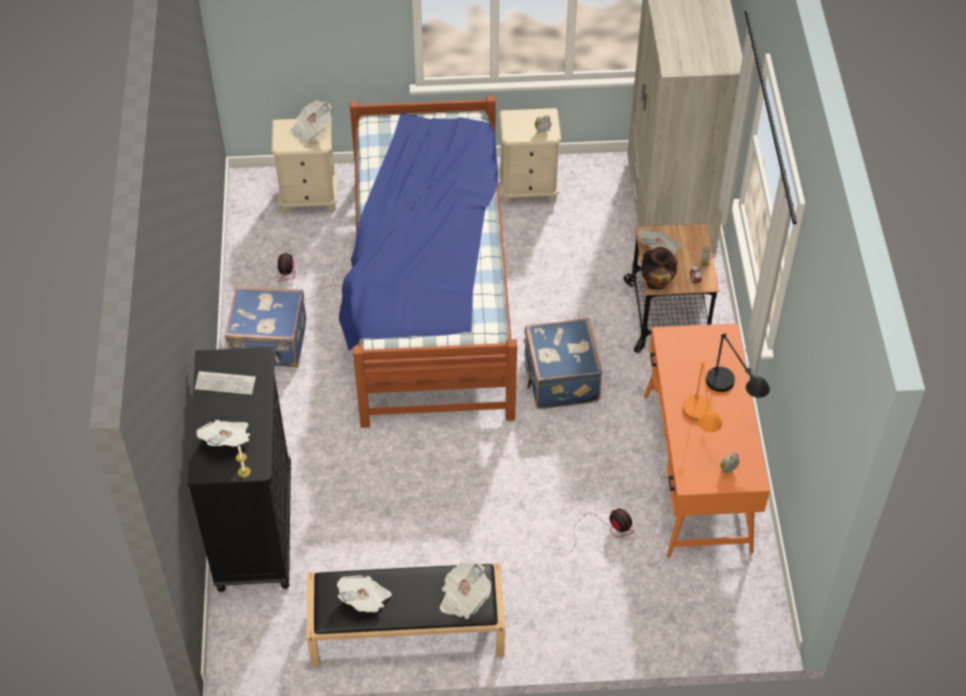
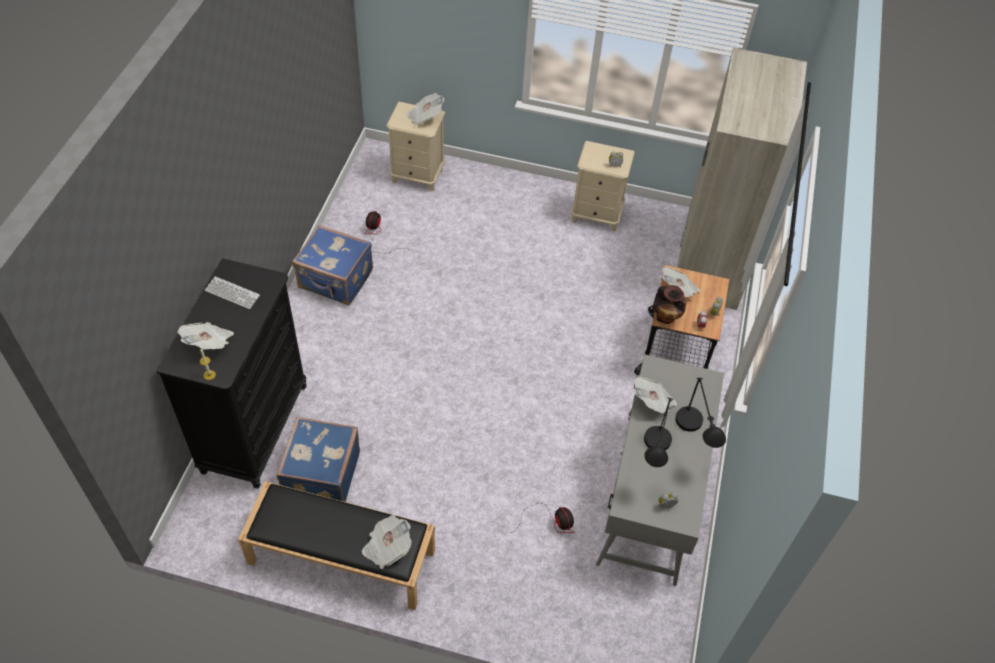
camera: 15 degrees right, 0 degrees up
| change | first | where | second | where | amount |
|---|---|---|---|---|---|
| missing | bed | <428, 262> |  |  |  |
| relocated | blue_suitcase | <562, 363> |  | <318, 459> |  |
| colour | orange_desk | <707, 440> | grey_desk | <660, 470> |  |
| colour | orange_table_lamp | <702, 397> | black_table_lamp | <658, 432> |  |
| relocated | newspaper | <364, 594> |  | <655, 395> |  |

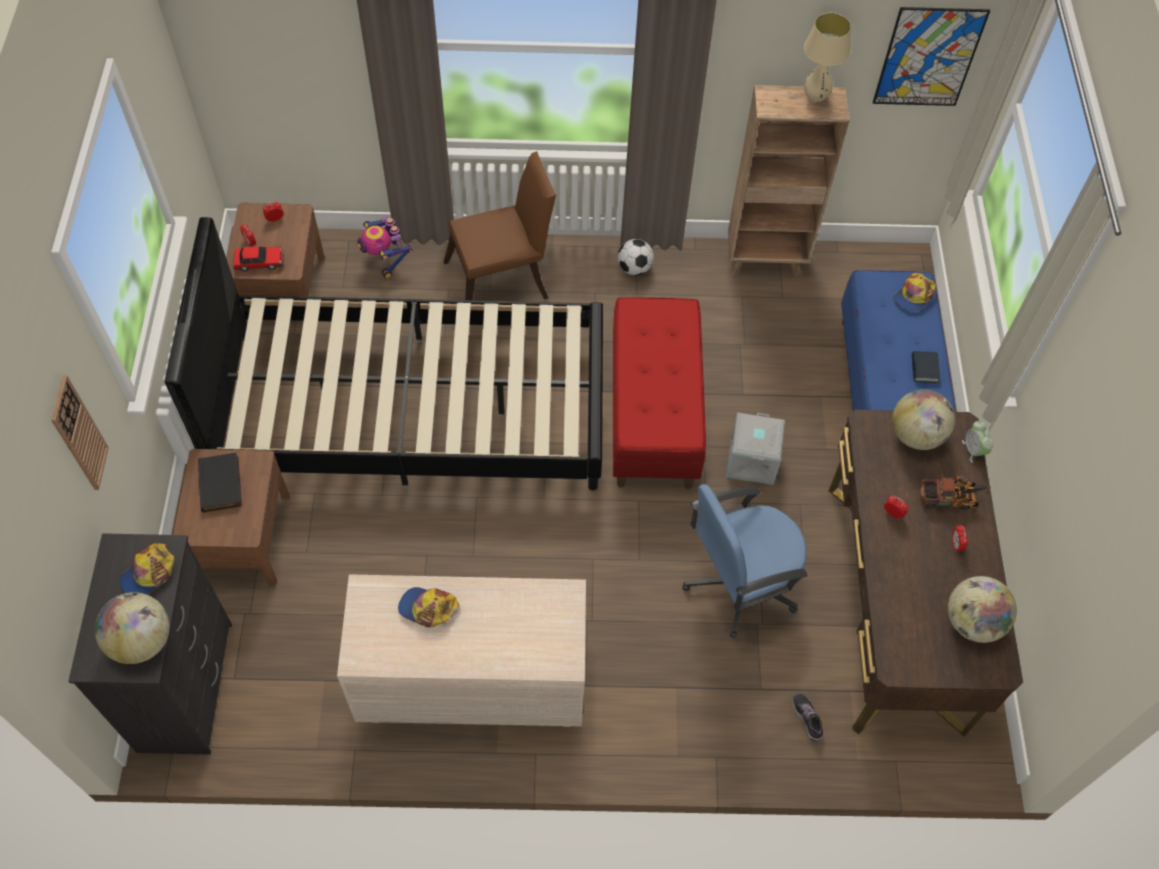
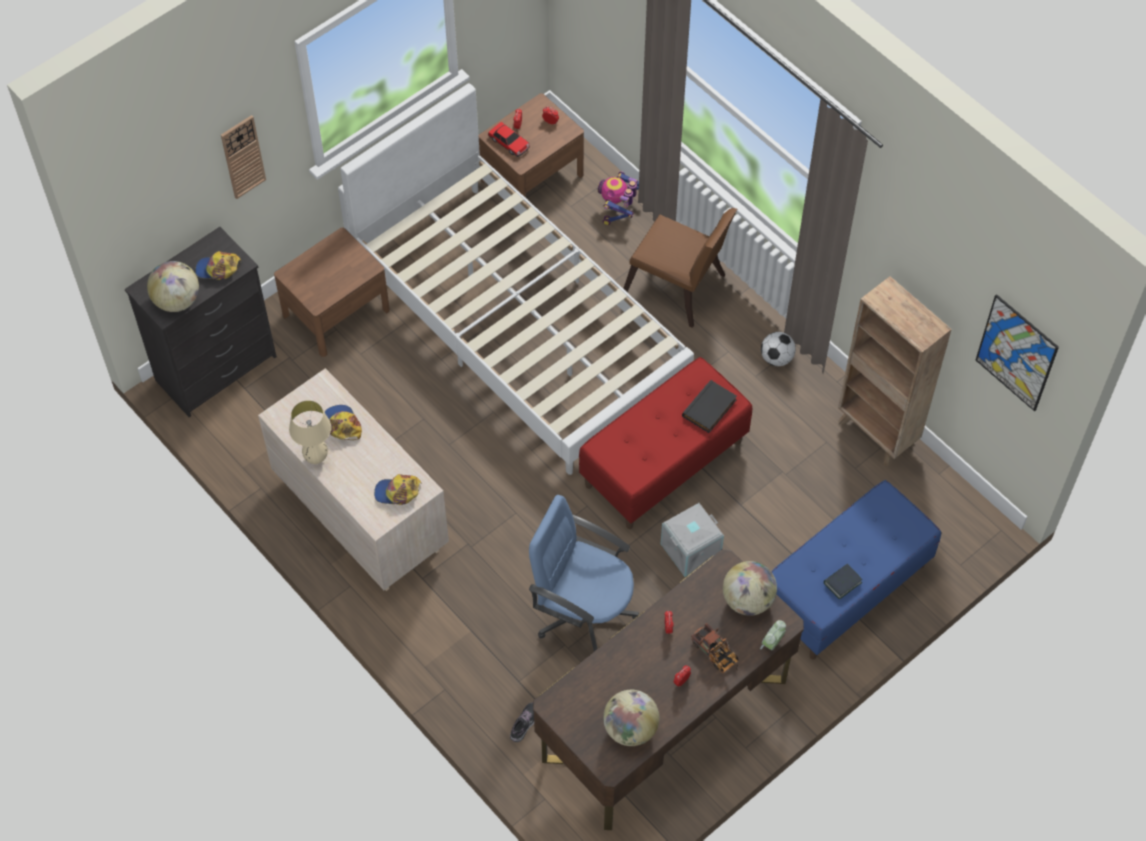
camera: 50 degrees right, 0 degrees up
| change | first | where | second | where | amount |
|---|---|---|---|---|---|
| relocated | beige_table_lamp | <827, 58> |  | <310, 432> |  |
| colour | black_bed | <384, 353> | white_bed | <517, 279> |  |
| relocated | cap | <914, 292> |  | <398, 489> |  |
| relocated | black_book | <220, 482> |  | <709, 406> |  |

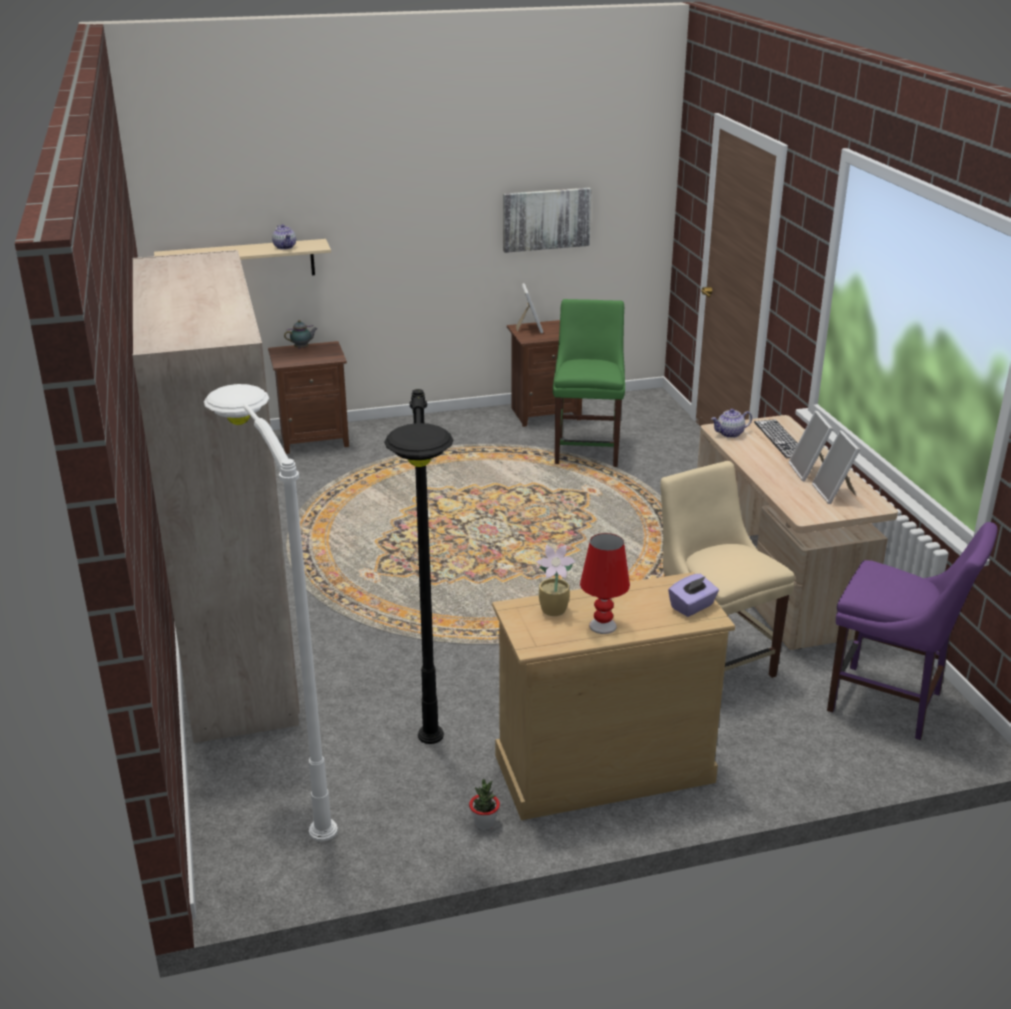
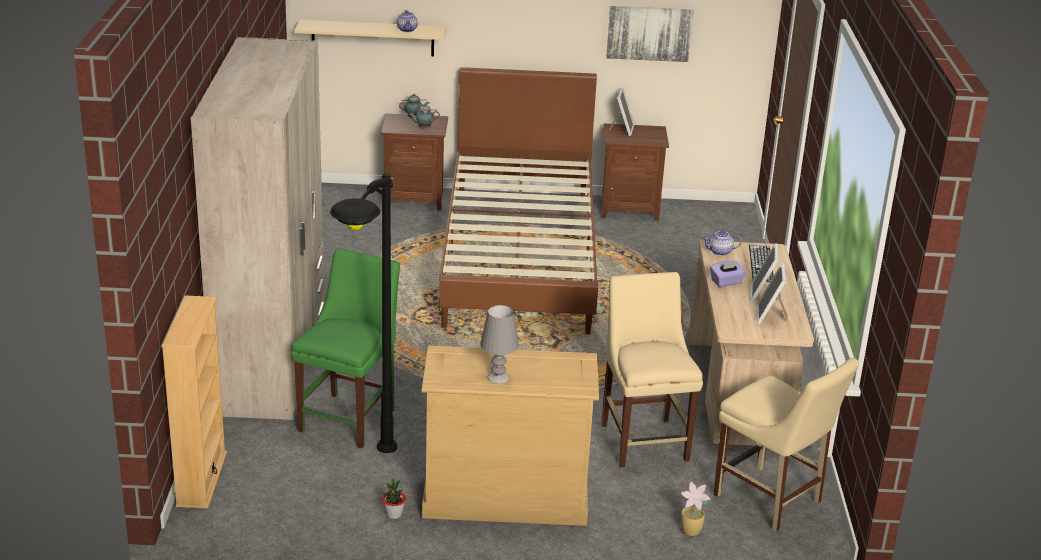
camera: 15 degrees right, 0 degrees up
| change | first | where | second | where | amount |
|---|---|---|---|---|---|
| relocated | green_chair | <589, 383> |  | <345, 348> |  |
| missing | white_floor_lamp | <271, 612> |  |  |  |
| colour | purple_chair | <912, 631> | beige_chair | <786, 445> |  |
| colour | red_table_lamp | <605, 583> | grey_table_lamp | <499, 344> |  |
| relocated | potted_plant | <556, 580> |  | <696, 509> |  |
| relocated | purple_tissue_box | <693, 595> |  | <728, 274> |  |
| appeared |  |  | brown_bed | <518, 200> |  |
| appeared |  |  | teapot | <424, 116> |  |
| appeared |  |  | beige_bookcase | <194, 401> |  |

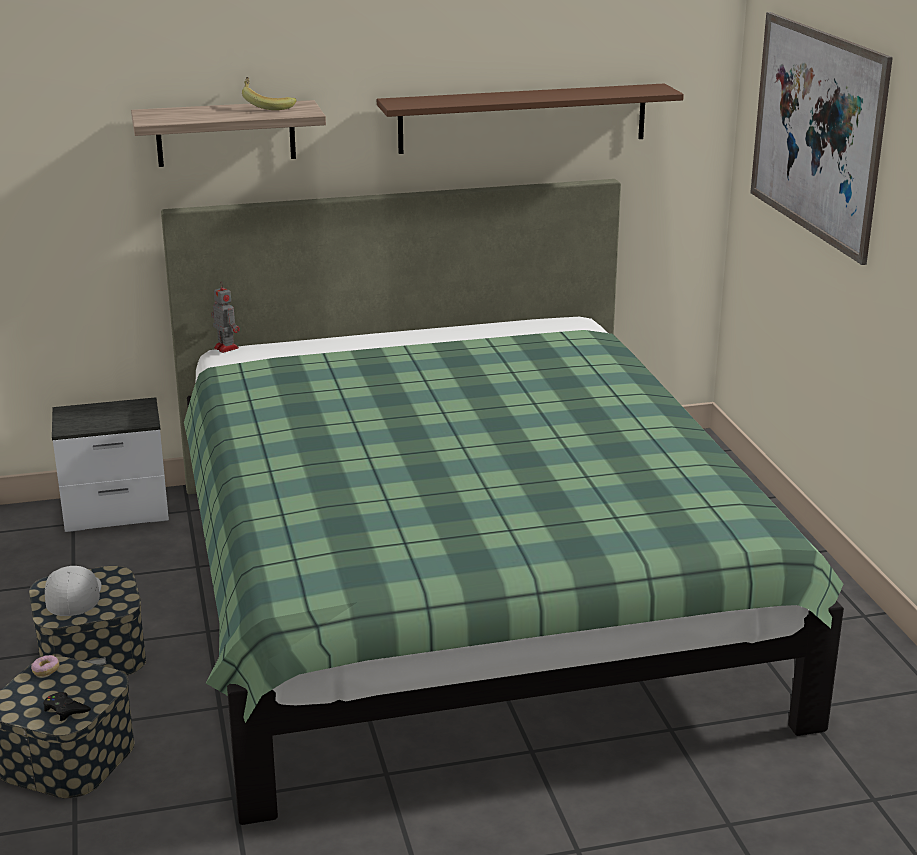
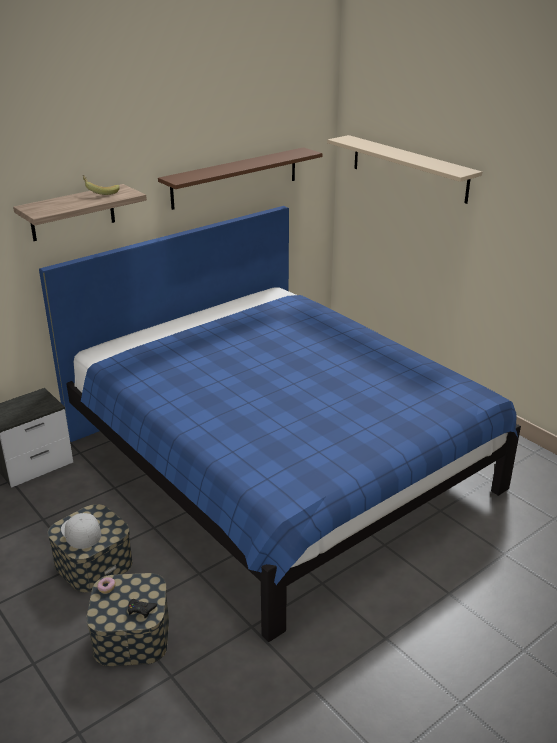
camera: 25 degrees left, 5 degrees up
| change | first | where | second | where | amount |
|---|---|---|---|---|---|
| exchanged | picture | <821, 138> | beige_shelf | <404, 169> |  |
| colour | green_bed | <502, 502> | blue_bed | <280, 424> |  |
| missing | toy_robot | <225, 317> |  |  |  |

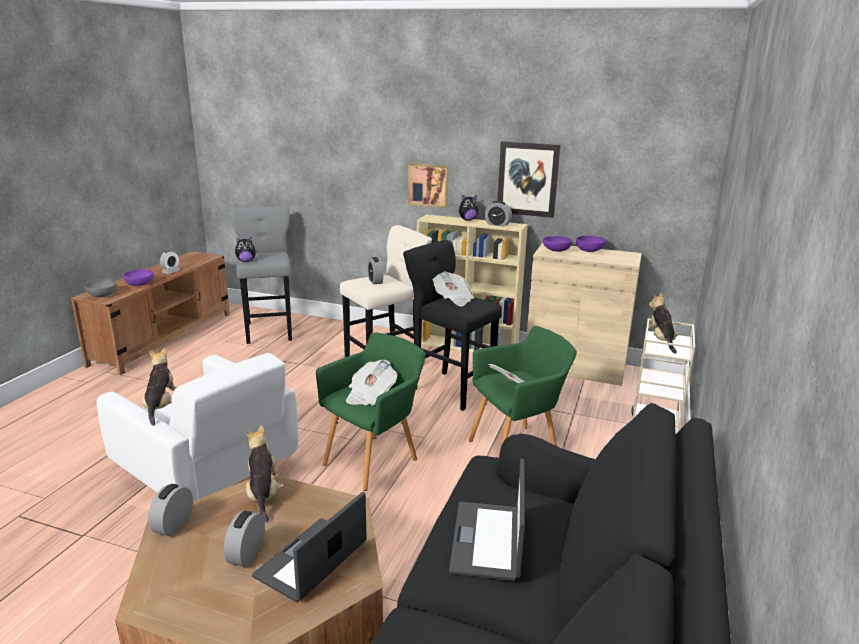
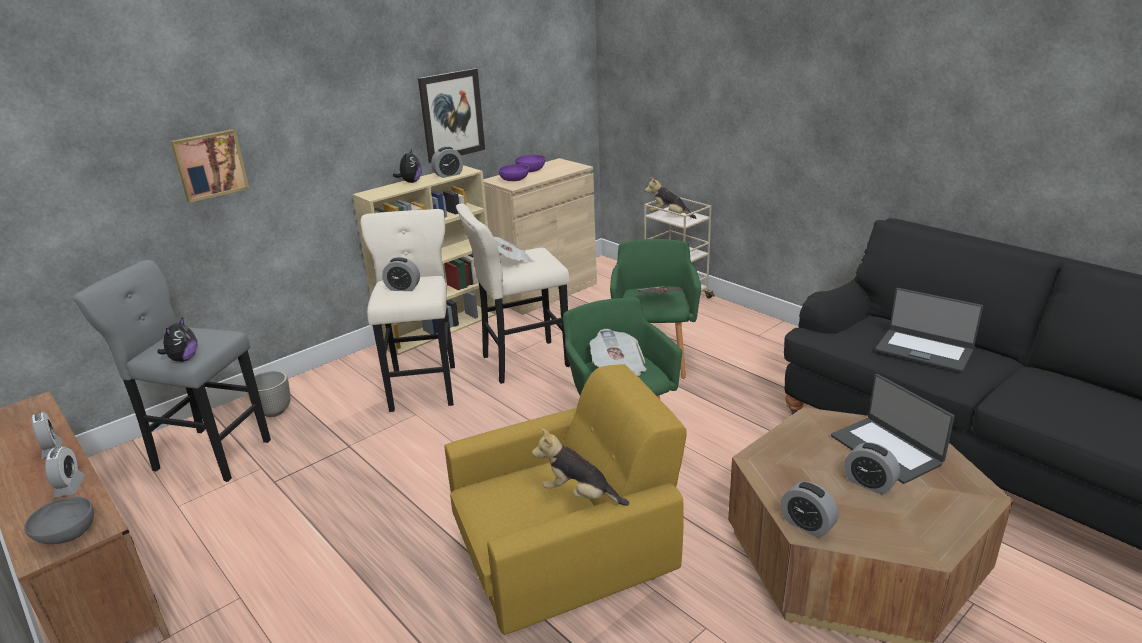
camera: 60 degrees left, 5 degrees up
| change | first | where | second | where | amount |
|---|---|---|---|---|---|
| relocated | picture | <428, 185> |  | <210, 165> |  |
| colour | black_stool | <452, 325> | beige_stool | <513, 294> |  |
| exchanged | purple_bowl | <138, 277> | alarm_clock | <65, 472> |  |
| colour | white_armchair | <198, 427> | yellow_armchair | <565, 499> |  |
| missing | plush_toy | <265, 474> |  |  |  |
| appeared |  |  | planter | <267, 394> |  |

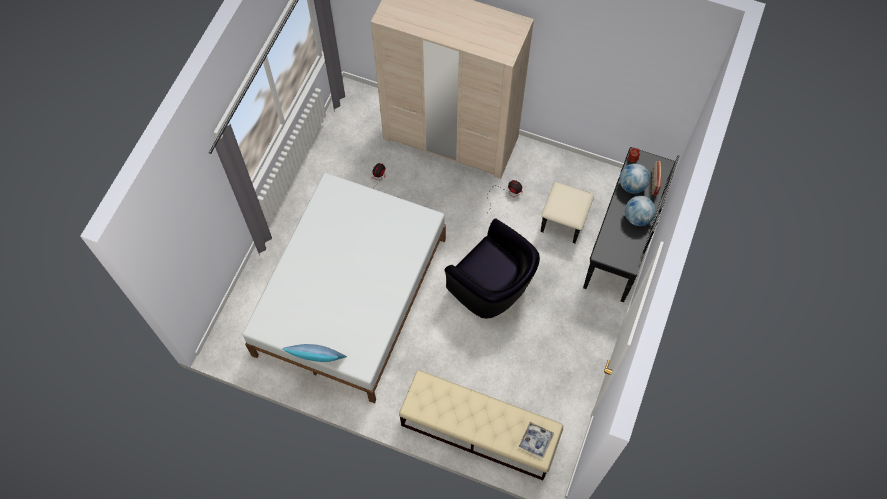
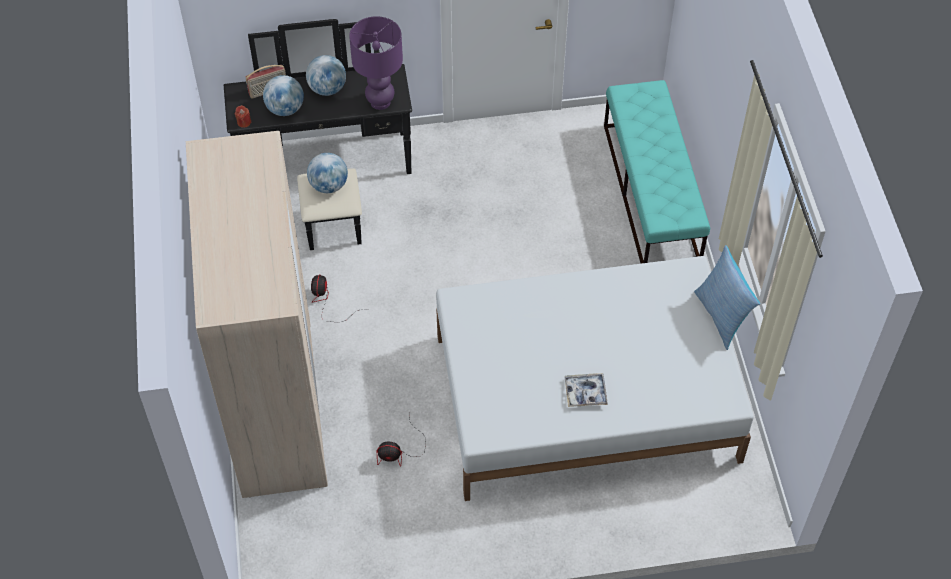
camera: 120 degrees left, 10 degrees down
| change | first | where | second | where | amount |
|---|---|---|---|---|---|
| missing | black_armchair | <492, 268> |  |  |  |
| colour | beige_bench | <481, 425> | turquoise_bench | <657, 172> |  |
| relocated | tray | <536, 440> |  | <586, 390> |  |
| appeared |  |  | purple_table_lamp | <376, 63> |  |
| appeared |  |  | globe | <327, 173> |  |

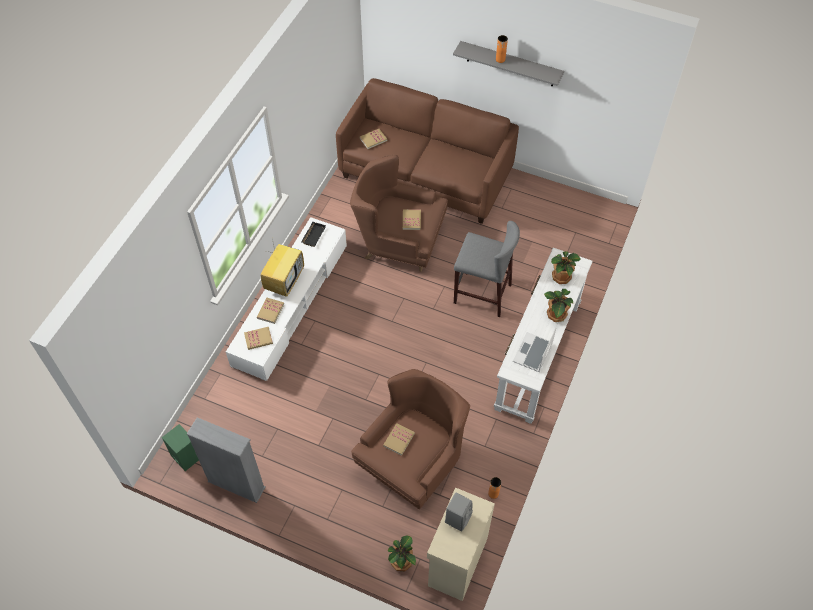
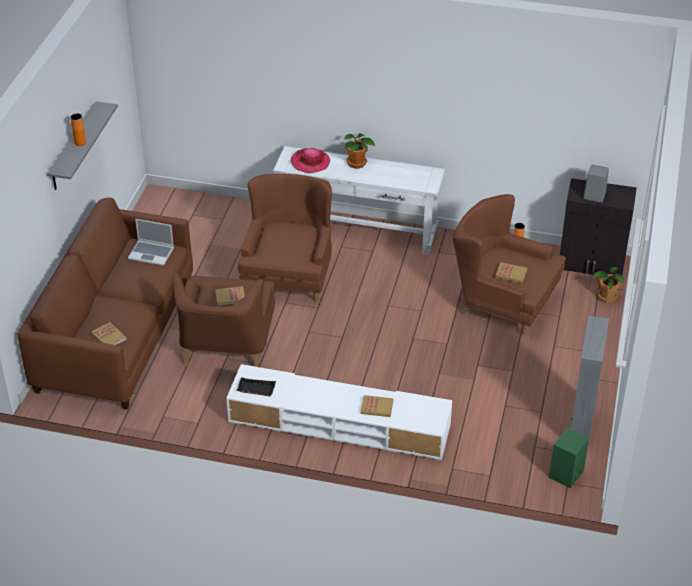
camera: 100 degrees left, 15 degrees down
| change | first | where | second | where | amount |
|---|---|---|---|---|---|
| exchanged | grey_stool | <487, 269> | brown_armchair | <285, 238> |  |
| missing | television | <282, 268> |  |  |  |
| exchanged | potted_plant | <566, 267> | hat | <310, 160> |  |
| missing | book | <258, 338> |  |  |  |
| relocated | laptop | <534, 350> |  | <151, 242> |  |
| colour | beige_cabinet | <461, 544> | black_cabinet | <598, 226> |  |

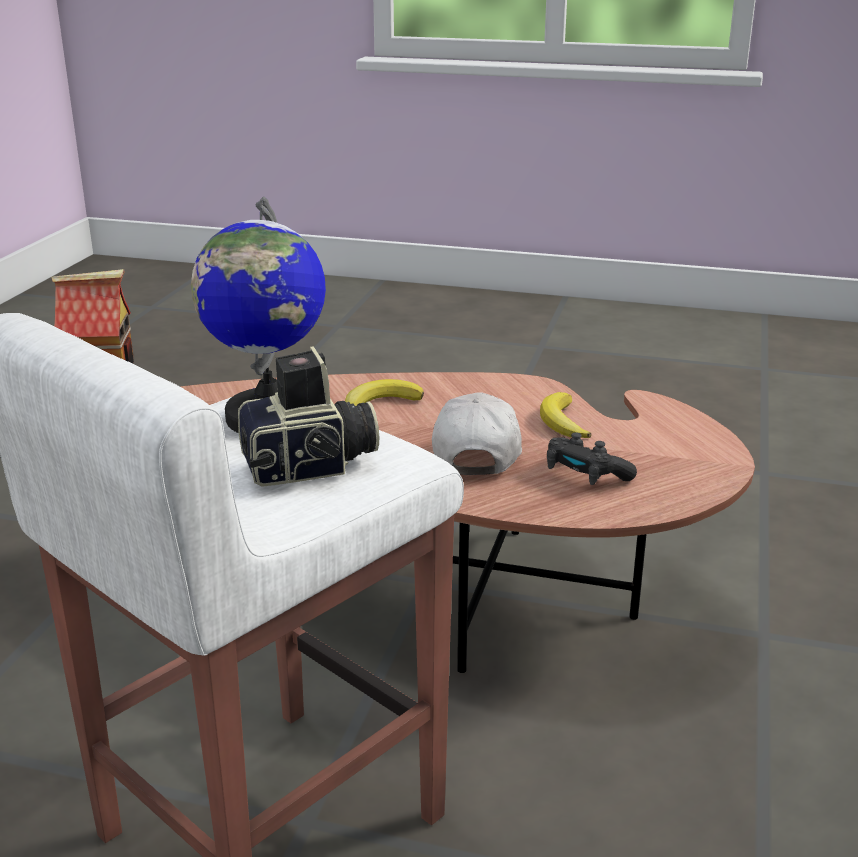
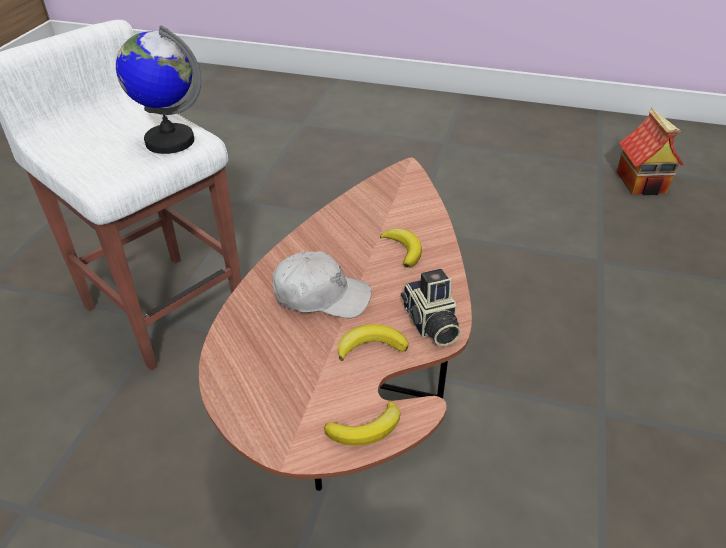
camera: 90 degrees right, 15 degrees up
| change | first | where | second | where | amount |
|---|---|---|---|---|---|
| relocated | photo_camera | <308, 416> |  | <431, 307> |  |
| missing | black_game_controller | <592, 458> |  |  |  |
| appeared |  |  | banana | <362, 423> |  |

